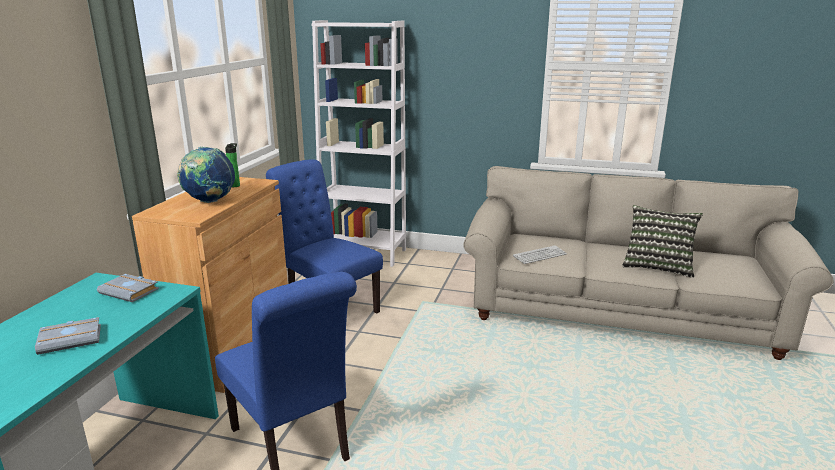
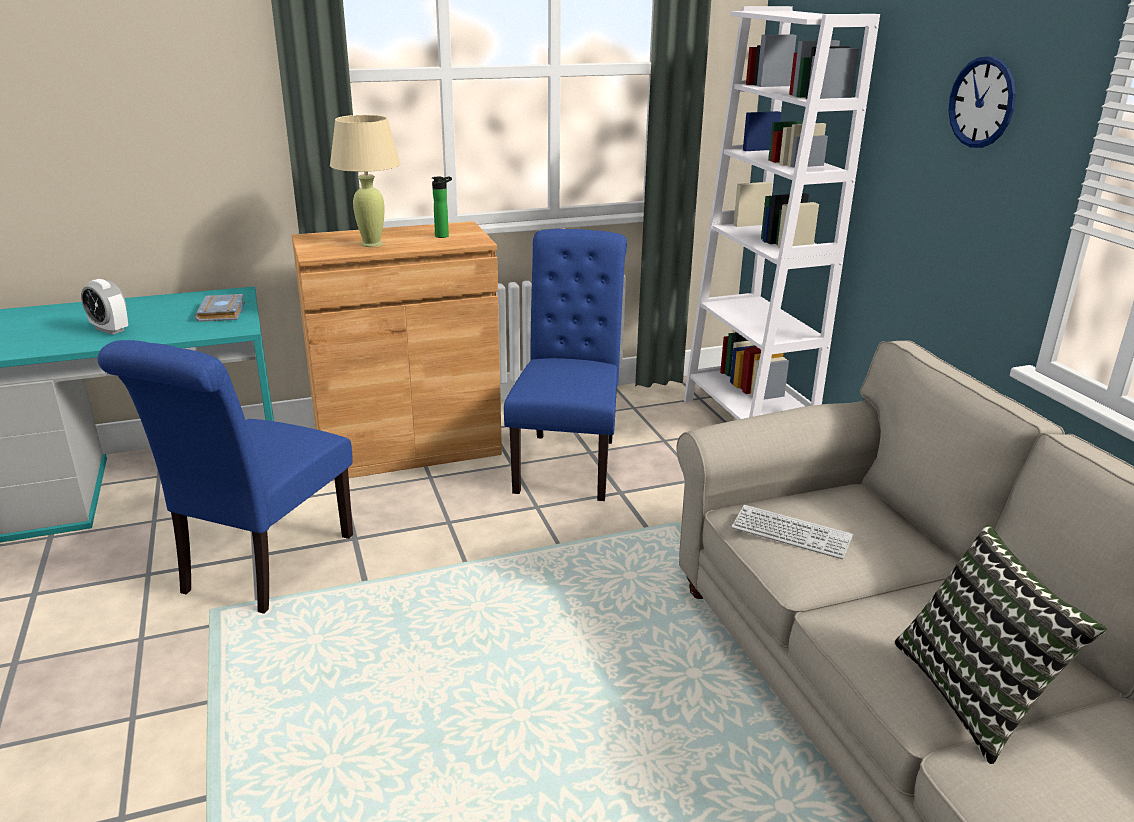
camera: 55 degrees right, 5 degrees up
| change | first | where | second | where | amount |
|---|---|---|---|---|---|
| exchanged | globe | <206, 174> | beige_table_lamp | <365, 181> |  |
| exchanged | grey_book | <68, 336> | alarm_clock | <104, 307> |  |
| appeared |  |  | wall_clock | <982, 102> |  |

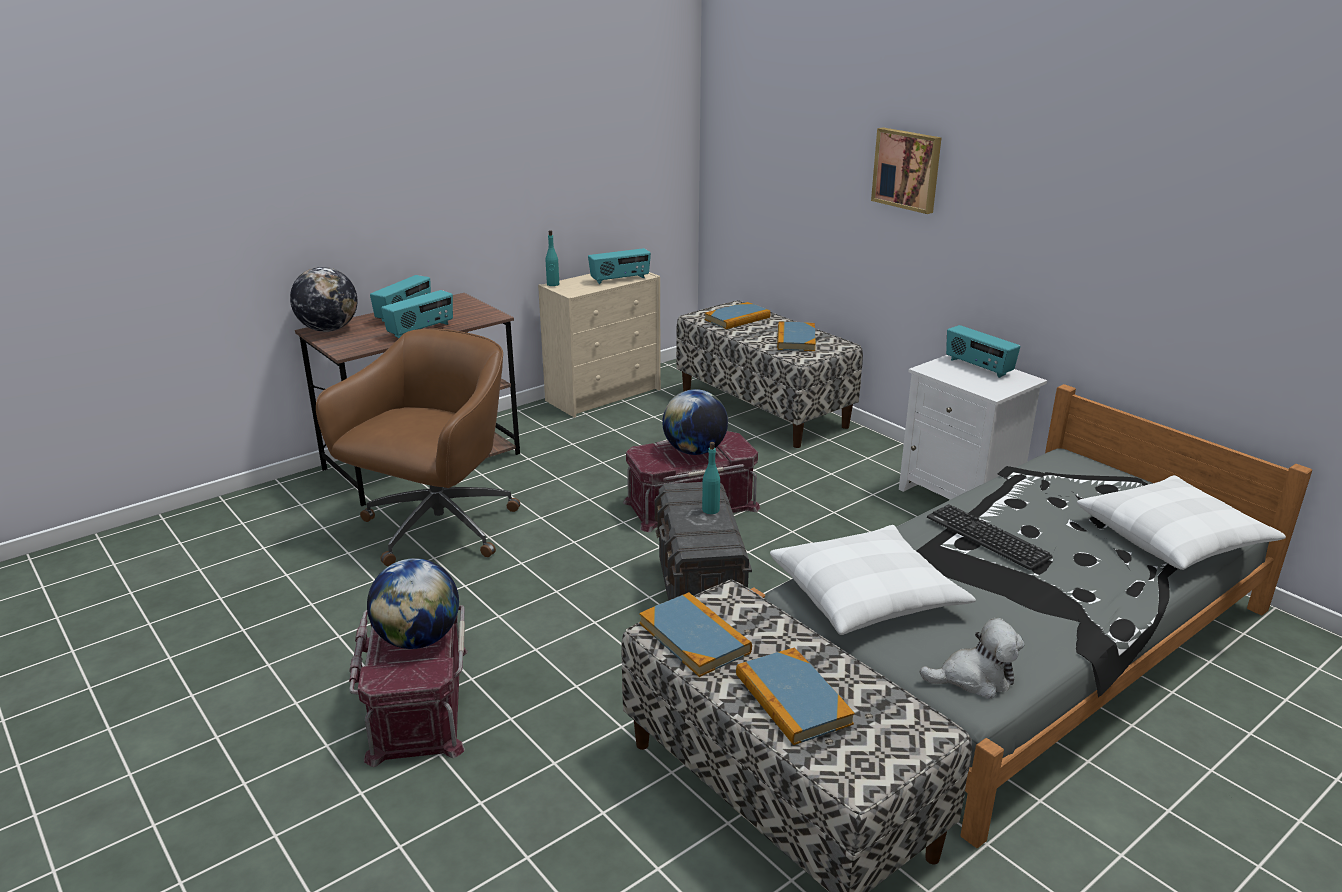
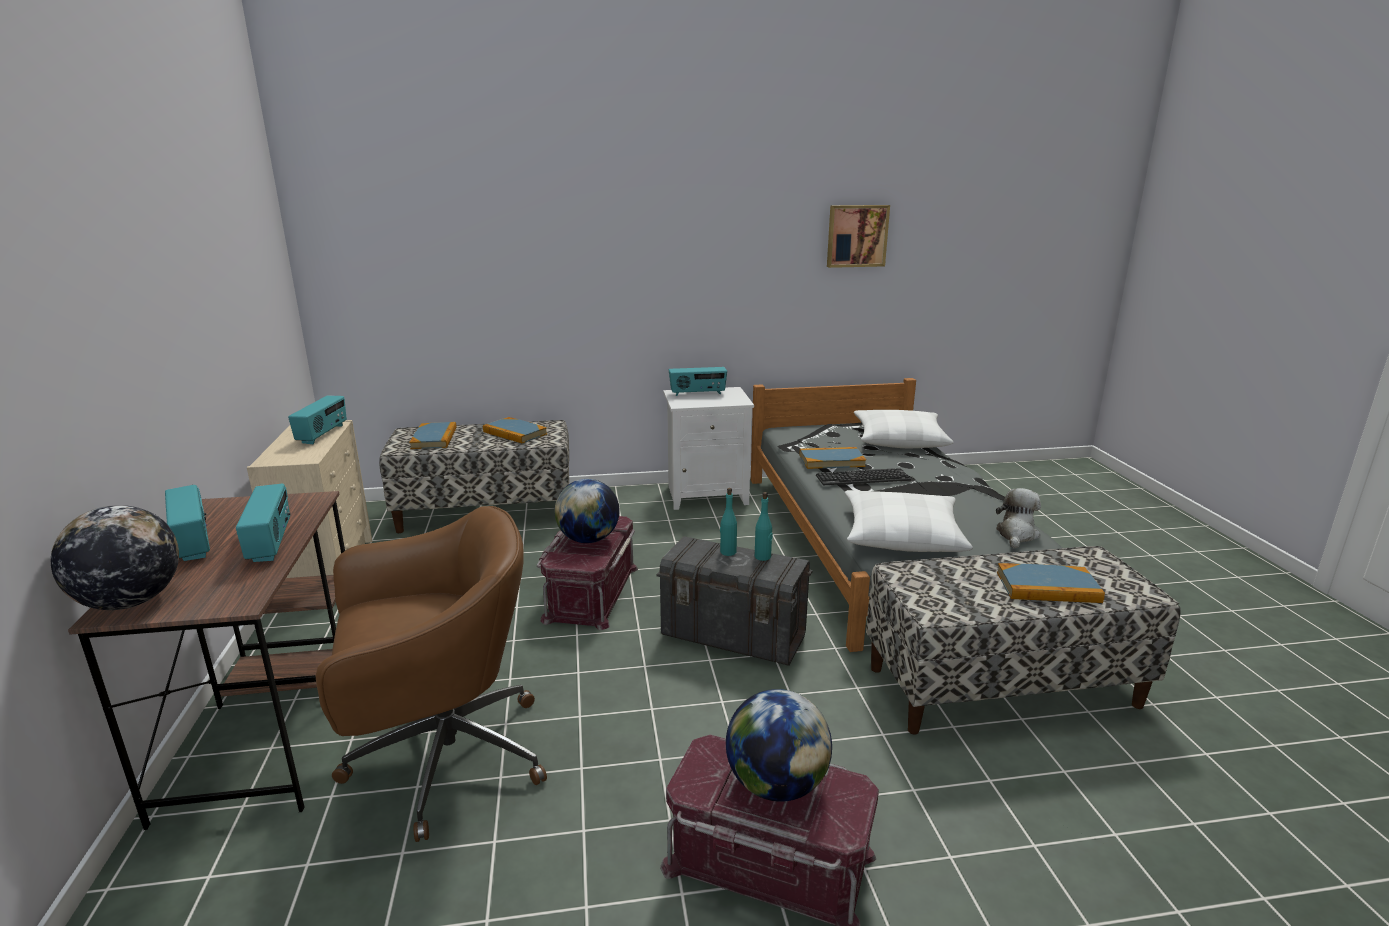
camera: 60 degrees left, 5 degrees down
| change | first | where | second | where | amount |
|---|---|---|---|---|---|
| relocated | picture | <906, 170> |  | <858, 236> |  |
| relocated | turquoise_bottle | <552, 258> |  | <764, 526> |  |
| spun | brown_office_chair | <418, 447> |  | <431, 674> | 105 degrees clockwise |
| relocated | book | <695, 634> |  | <833, 458> |  |

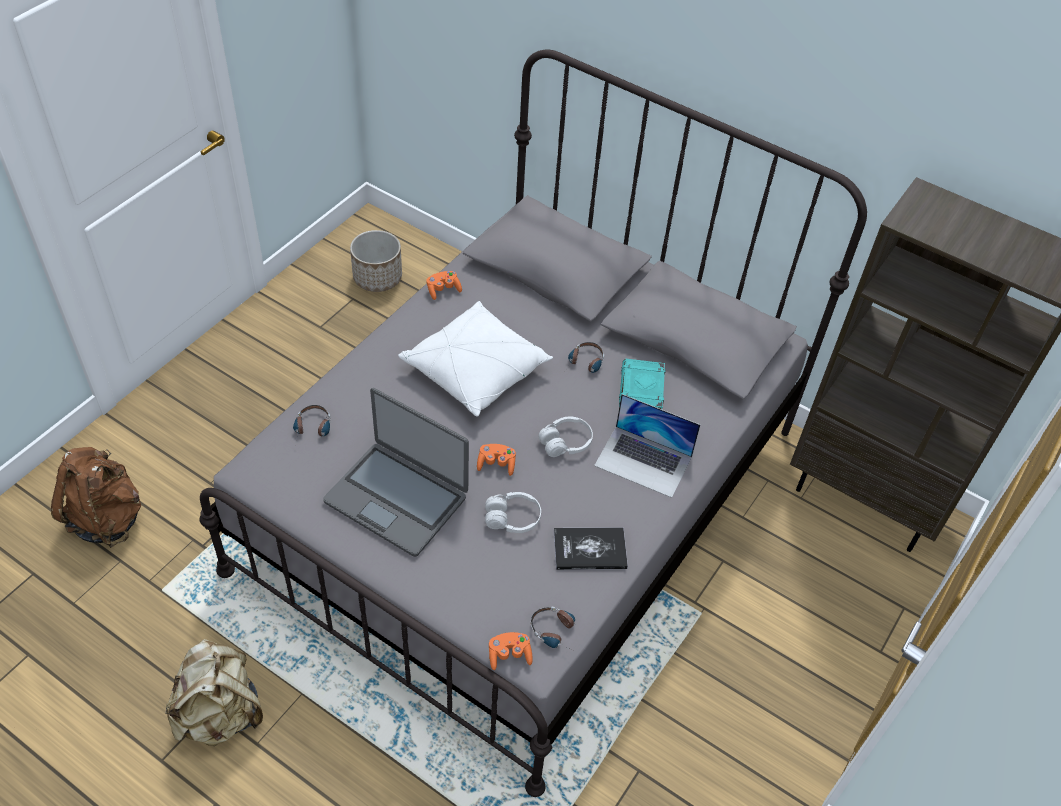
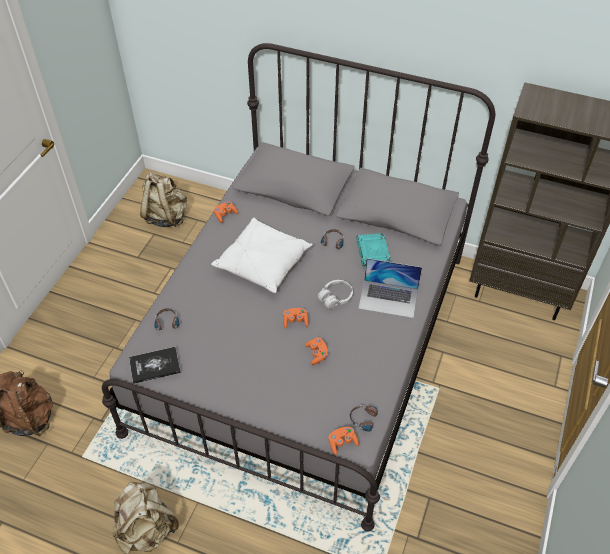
camera: 10 degrees left, 0 degrees up
| change | first | where | second | where | amount |
|---|---|---|---|---|---|
| exchanged | planter | <376, 261> | beige_backpack | <163, 199> |  |
| missing | laptop | <396, 472> |  |  |  |
| exchanged | white_headphones | <513, 512> | orange_game_controller | <316, 351> |  |
| relocated | book | <591, 548> |  | <155, 365> |  |

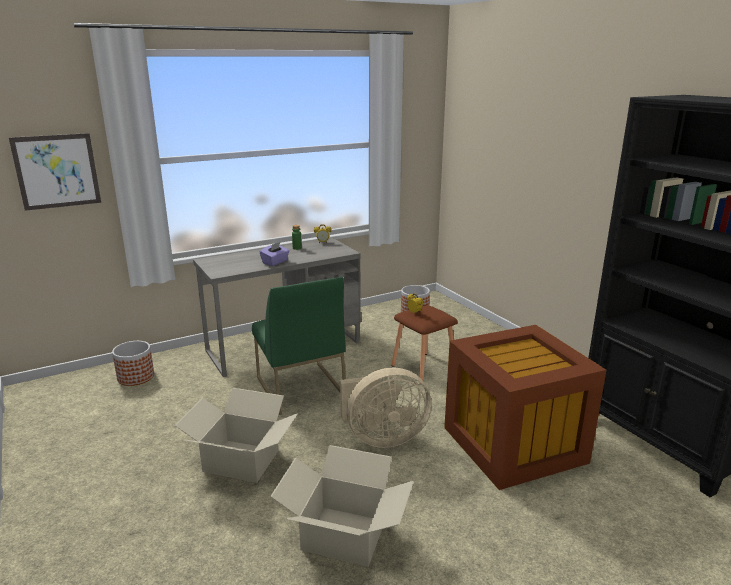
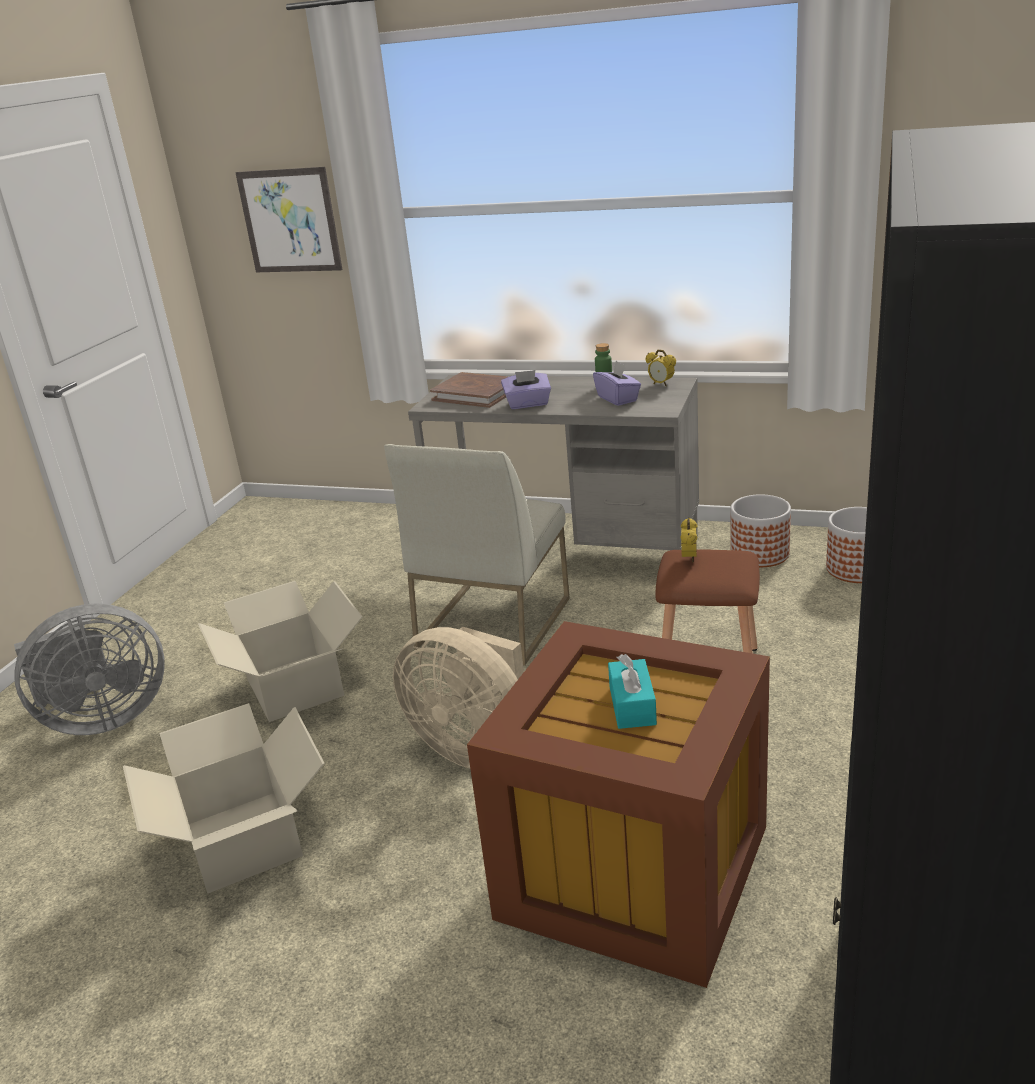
camera: 50 degrees right, 5 degrees up
| change | first | where | second | where | amount |
|---|---|---|---|---|---|
| colour | green_chair | <299, 346> | white_chair | <477, 555> |  |
| relocated | planter | <133, 363> |  | <761, 530> |  |
| appeared |  |  | purple_tissue_box | <617, 383> |  |
| appeared |  |  | brown_book | <469, 390> |  |
| appeared |  |  | grey_fan | <89, 669> |  |
| appeared |  |  | turquoise_tissue_box | <632, 691> |  |

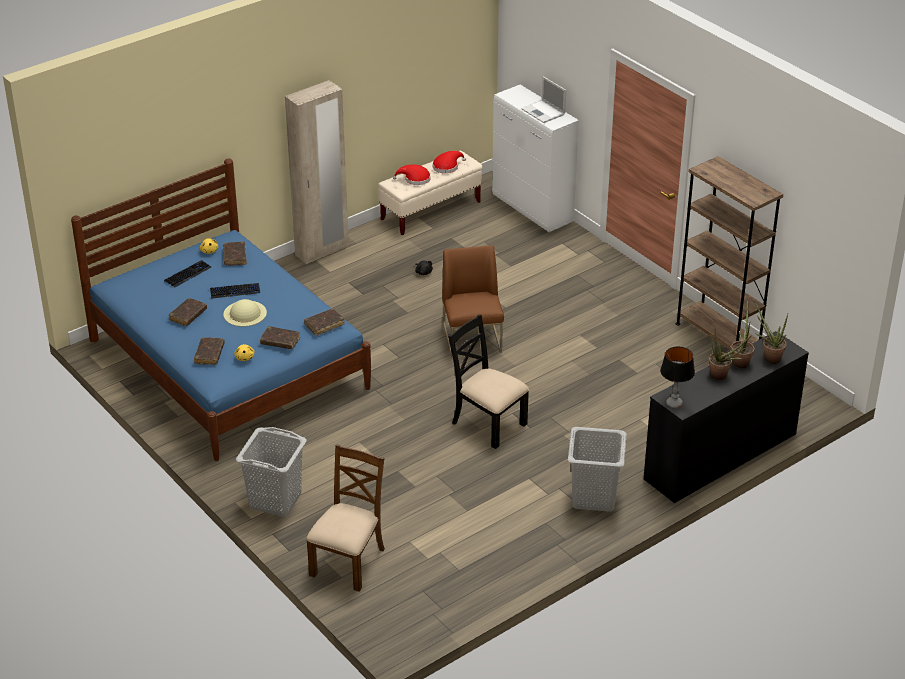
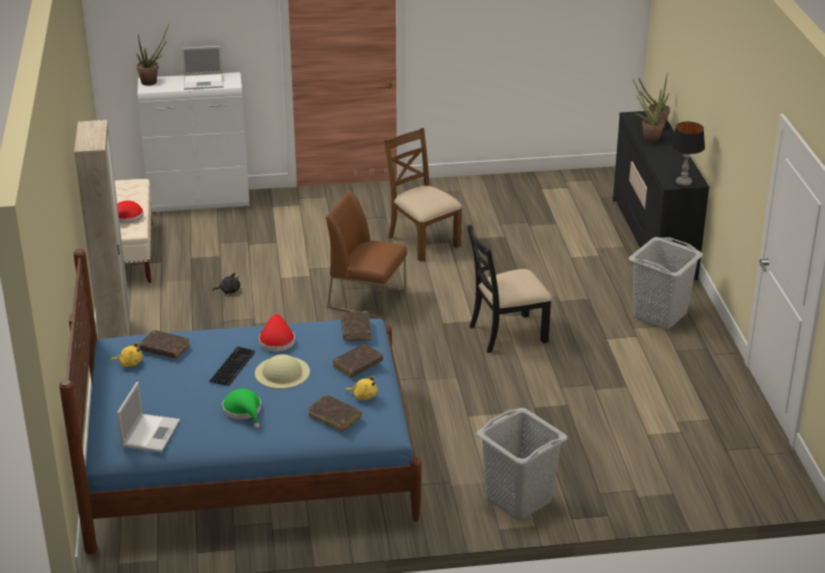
camera: 60 degrees left, 5 degrees down
| change | first | where | second | where | amount |
|---|---|---|---|---|---|
| relocated | red_hat | <449, 162> |  | <277, 333> |  |
| missing | brown_bookcase | <729, 253> |  |  |  |
| missing | keyboard | <187, 274> |  |  |  |
| exchanged | brown_book | <188, 312> | green_hat | <241, 409> |  |
| relocated | potted_plant | <730, 354> |  | <152, 54> |  |
| relocated | brown_chair | <345, 518> |  | <423, 195> |  |
| appeared |  |  | laptop | <148, 417> |  |

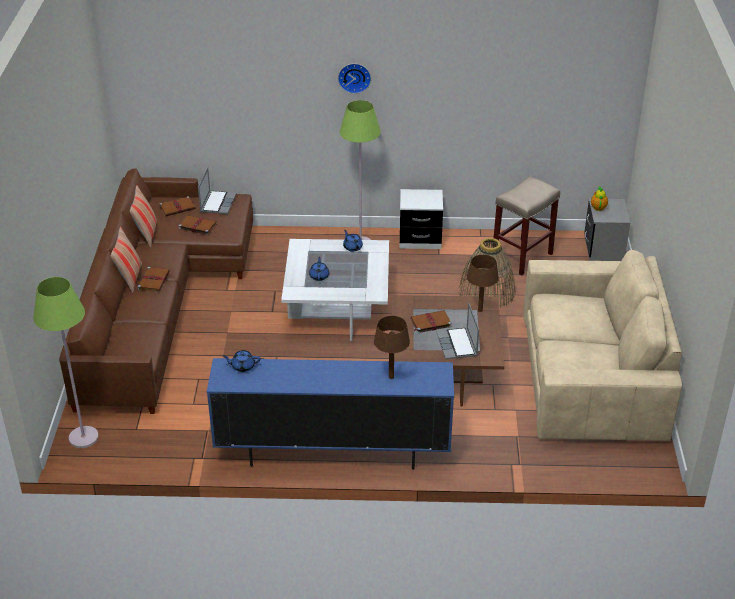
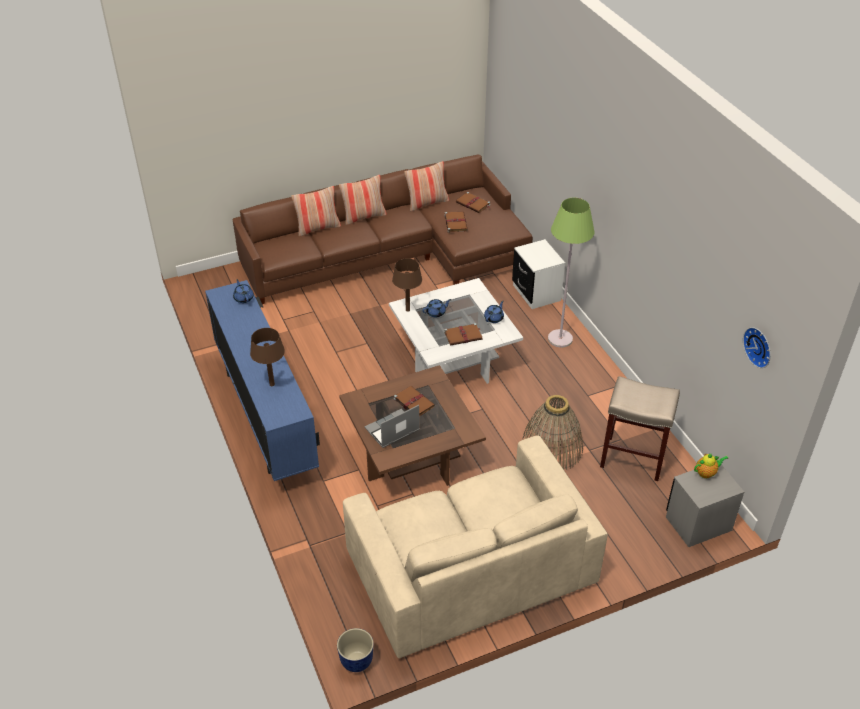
camera: 65 degrees right, 5 degrees up
| change | first | where | second | where | amount |
|---|---|---|---|---|---|
| relocated | wall_clock | <354, 78> |  | <757, 347> |  |
| missing | laptop | <217, 190> |  |  |  |
| relocated | white_nightstand | <421, 219> |  | <538, 274> |  |
| relocated | brown_table_lamp | <483, 283> |  | <407, 285> |  |
| relocated | brown_book | <154, 279> |  | <463, 334> |  |
| missing | green_floor_lamp | <66, 362> |  |  |  |
| appeared |  |  | pillow | <316, 211> |  |
| appeared |  |  | planter | <355, 650> |  |

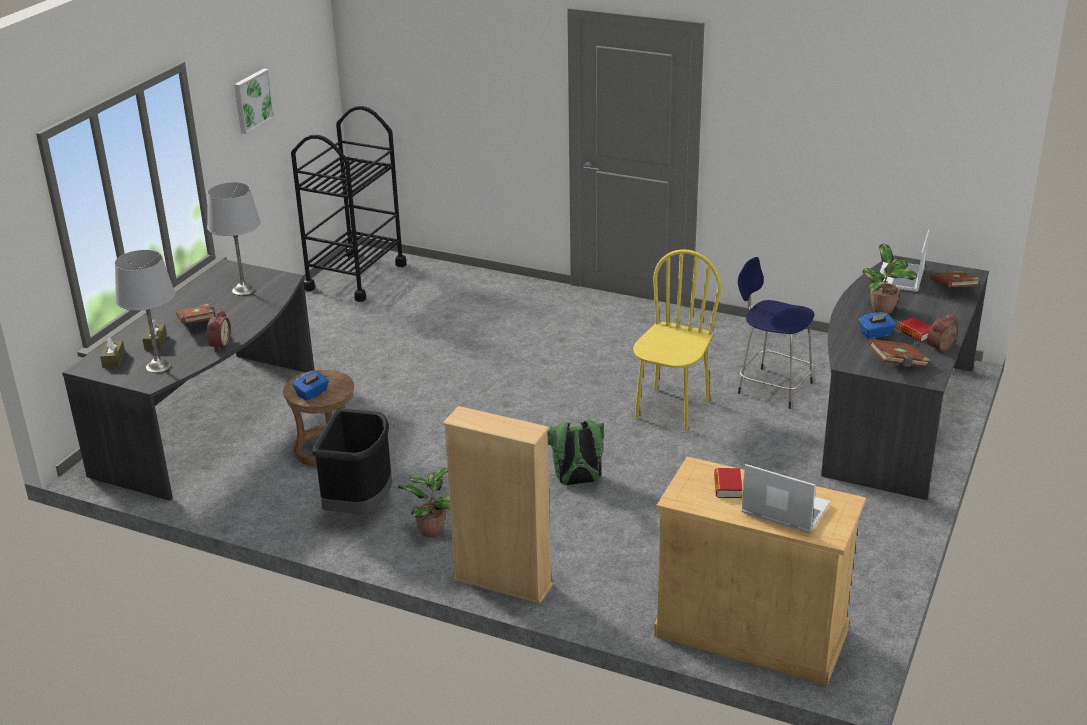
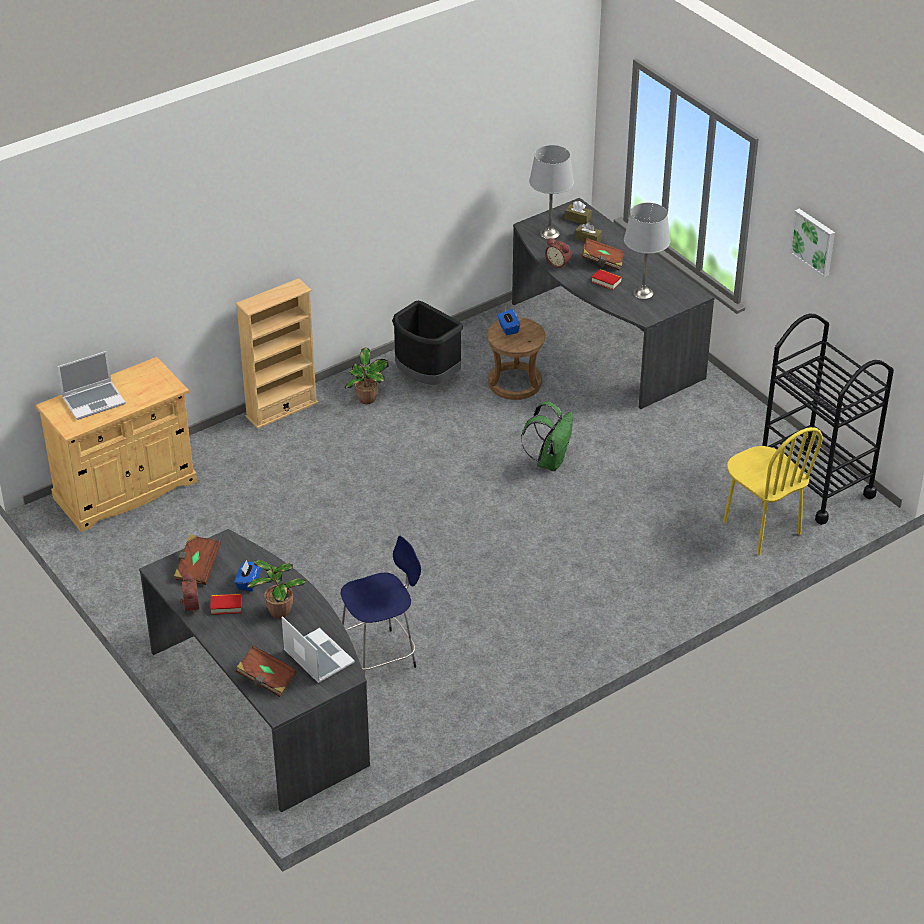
camera: 120 degrees right, 10 degrees up
| change | first | where | second | where | amount |
|---|---|---|---|---|---|
| relocated | yellow_chair | <677, 339> |  | <773, 491> |  |
| relocated | green_backpack | <576, 452> |  | <547, 436> |  |
| relocated | book | <728, 483> |  | <607, 279> |  |

